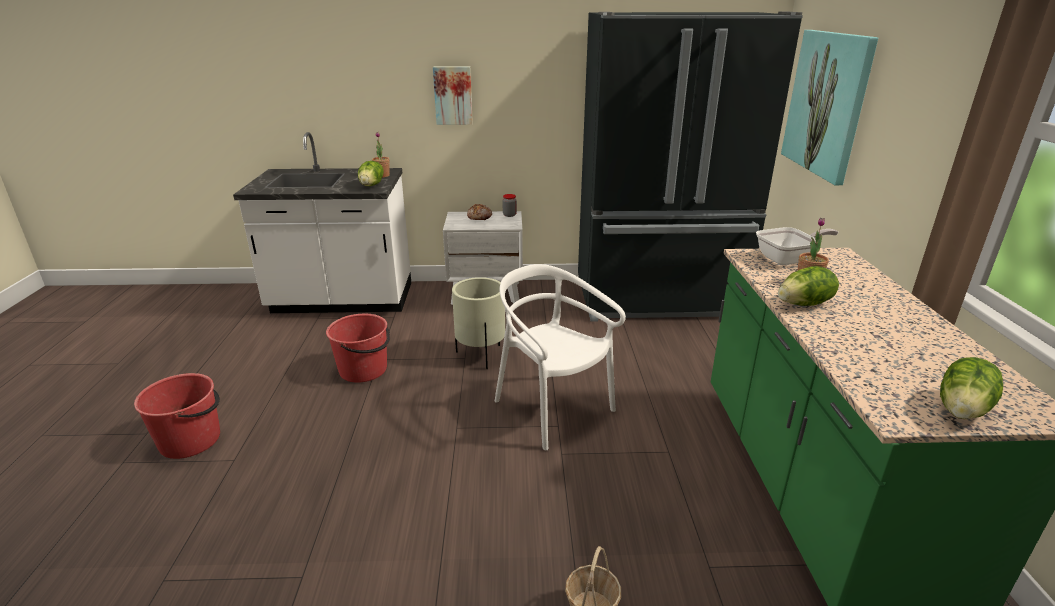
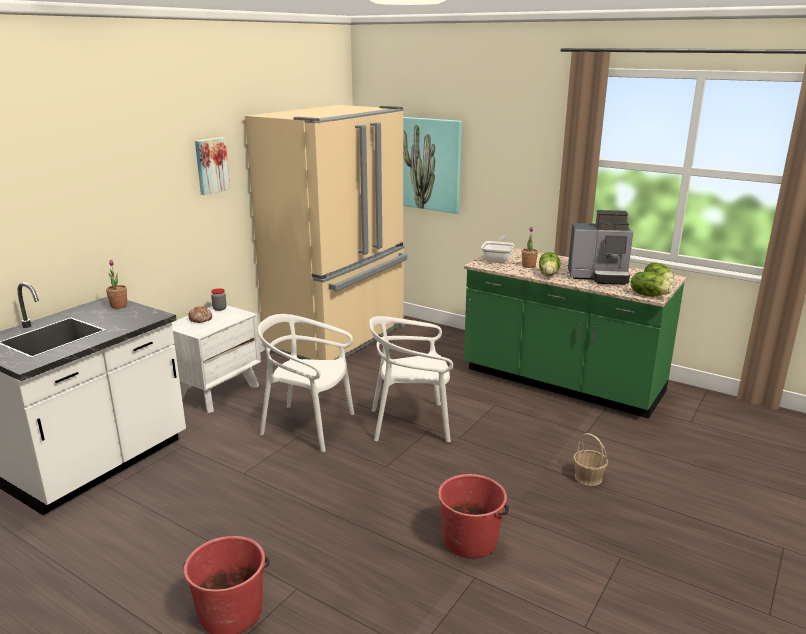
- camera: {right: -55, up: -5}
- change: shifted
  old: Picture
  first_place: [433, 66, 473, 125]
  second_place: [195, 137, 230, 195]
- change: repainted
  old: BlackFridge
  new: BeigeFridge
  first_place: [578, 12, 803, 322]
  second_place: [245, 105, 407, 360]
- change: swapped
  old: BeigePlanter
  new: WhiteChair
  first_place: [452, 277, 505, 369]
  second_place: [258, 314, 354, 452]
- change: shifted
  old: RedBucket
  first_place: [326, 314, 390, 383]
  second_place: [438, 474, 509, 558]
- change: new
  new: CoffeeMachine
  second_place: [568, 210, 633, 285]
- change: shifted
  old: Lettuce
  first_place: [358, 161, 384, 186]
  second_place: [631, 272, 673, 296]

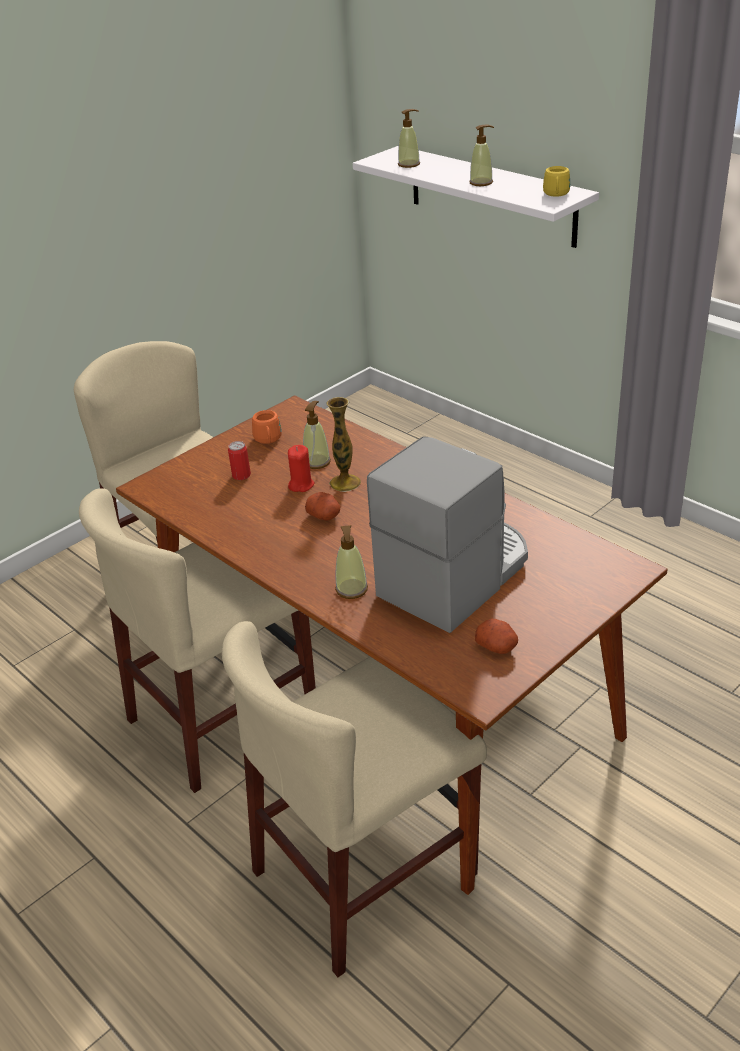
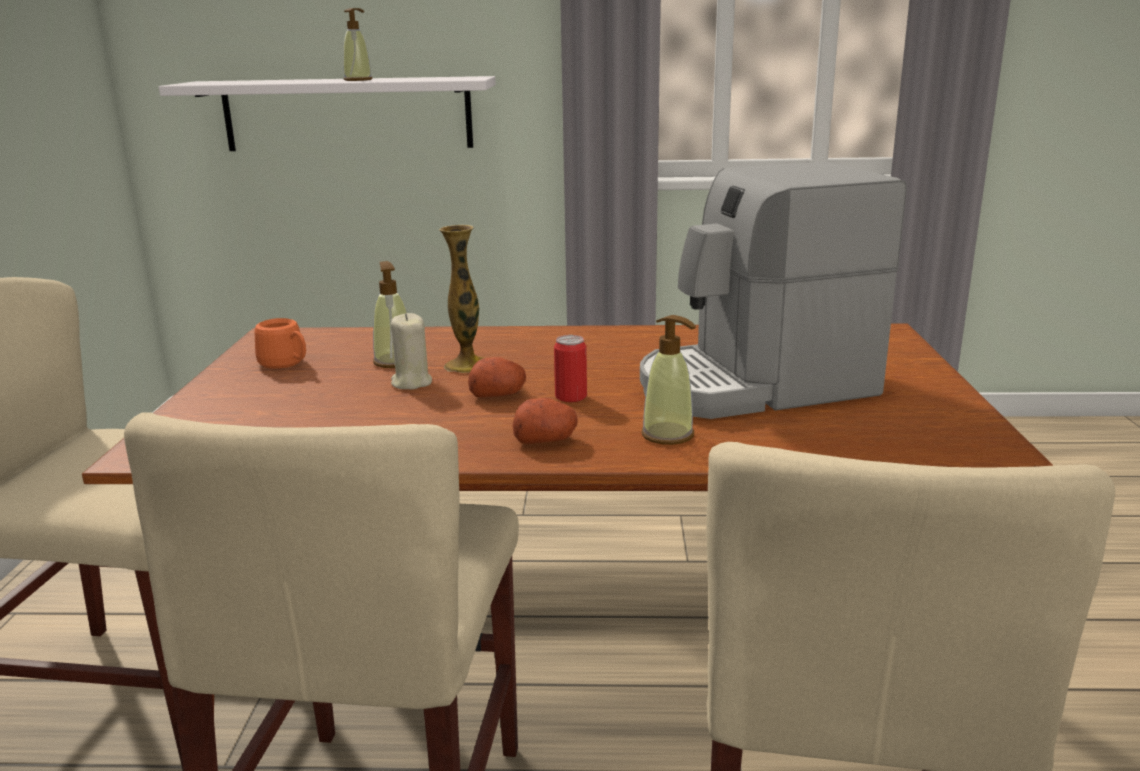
- camera: {right: -45, up: -15}
- change: repainted
  old: RedCandle
  new: BeigeCandle
  first_place: [288, 445, 314, 492]
  second_place: [391, 313, 432, 389]
- change: shifted
  old: Potato
  first_place: [475, 619, 518, 654]
  second_place: [513, 398, 578, 444]
- change: shifted
  old: Can
  first_place: [228, 441, 251, 480]
  second_place: [554, 335, 587, 402]
- change: rotated
  old: CoffeeMachine
  first_place: [367, 436, 528, 633]
  second_place: [640, 162, 907, 419]
  degrees: -105
- change: gone
  old: SoapDispenser
  first_place: [398, 109, 420, 168]
- change: gone
  old: YellowMug
  first_place: [543, 166, 570, 197]

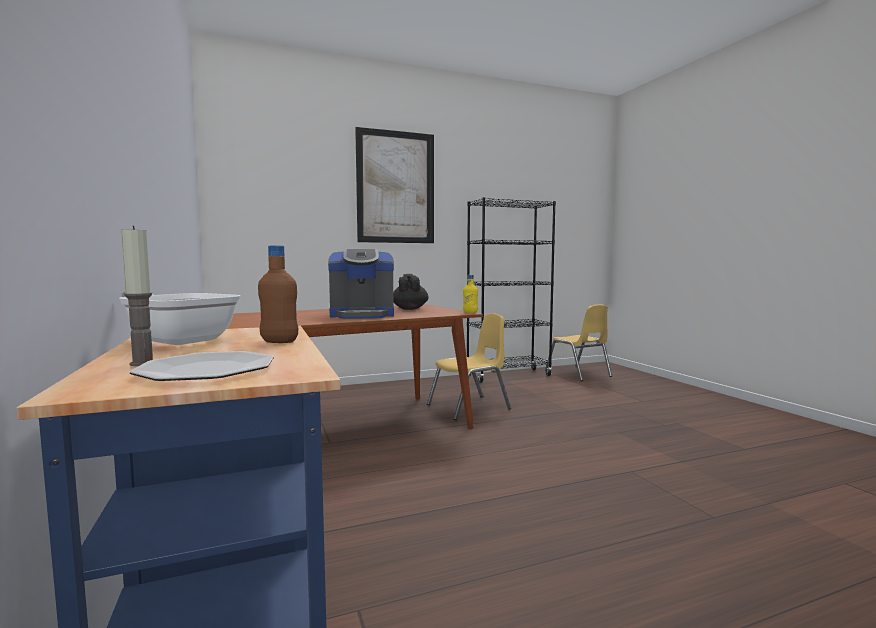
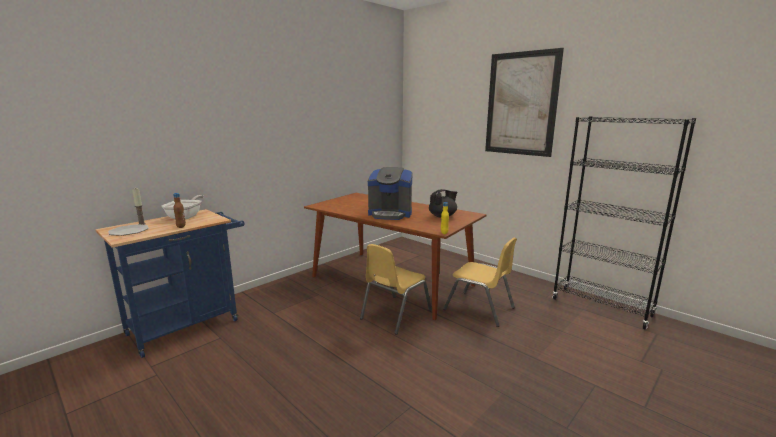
- camera: {right: 65, up: 10}
- change: shifted
  old: YellowChair
  first_place: [545, 304, 612, 381]
  second_place: [360, 244, 432, 335]
- change: rotated
  old: CoffeeMachine
  first_place: [328, 249, 394, 319]
  second_place: [368, 167, 412, 220]
  degrees: -45

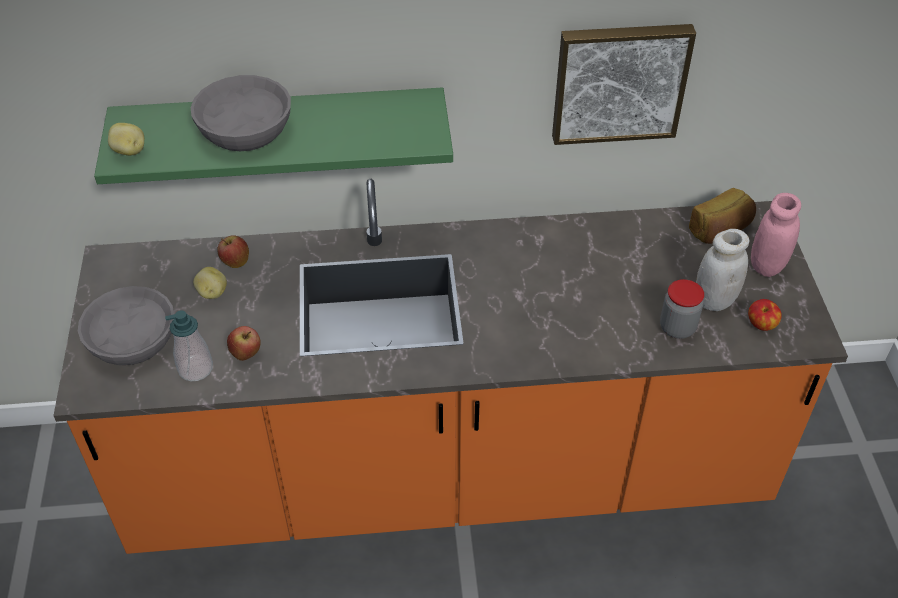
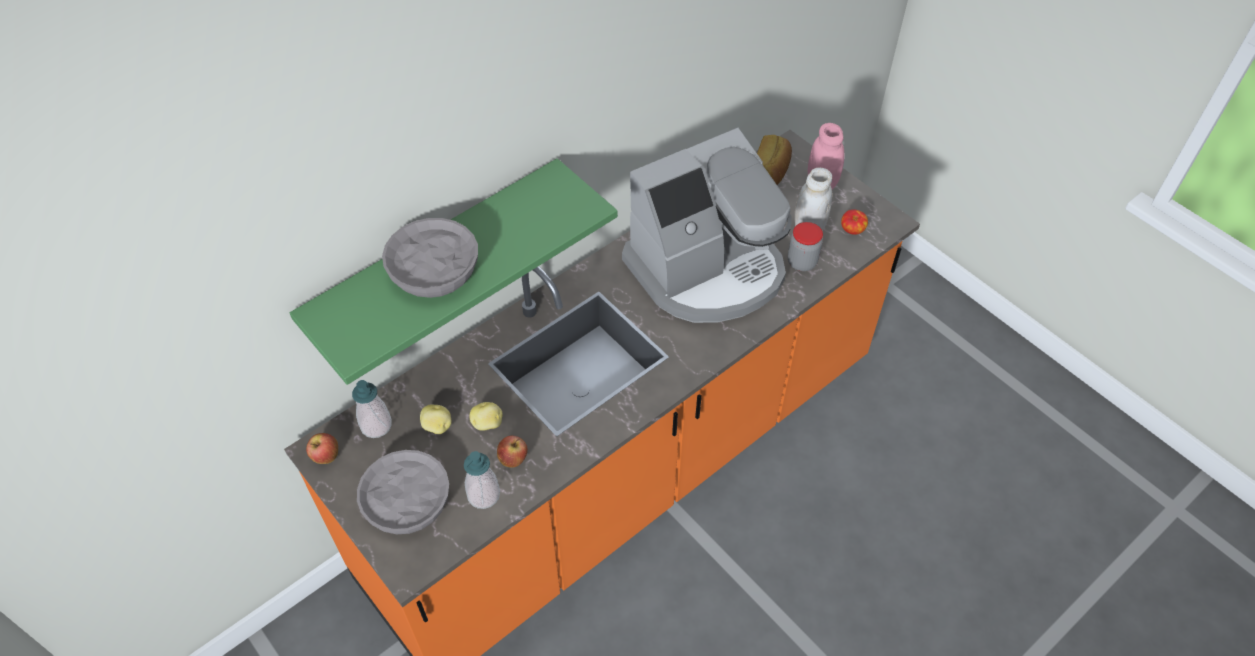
- camera: {right: -35, up: 5}
- change: shifted
  old: Apple
  first_place: [217, 235, 249, 268]
  second_place: [306, 433, 338, 464]
- change: new
  new: SoapDispenser
  second_place: [352, 380, 392, 438]
- change: shifted
  old: Potato
  first_place: [108, 123, 145, 156]
  second_place: [469, 402, 503, 431]
- change: new
  new: CoffeeMachine
  second_place: [622, 128, 792, 323]
- change: gone
  old: Picture
  first_place: [552, 24, 696, 145]

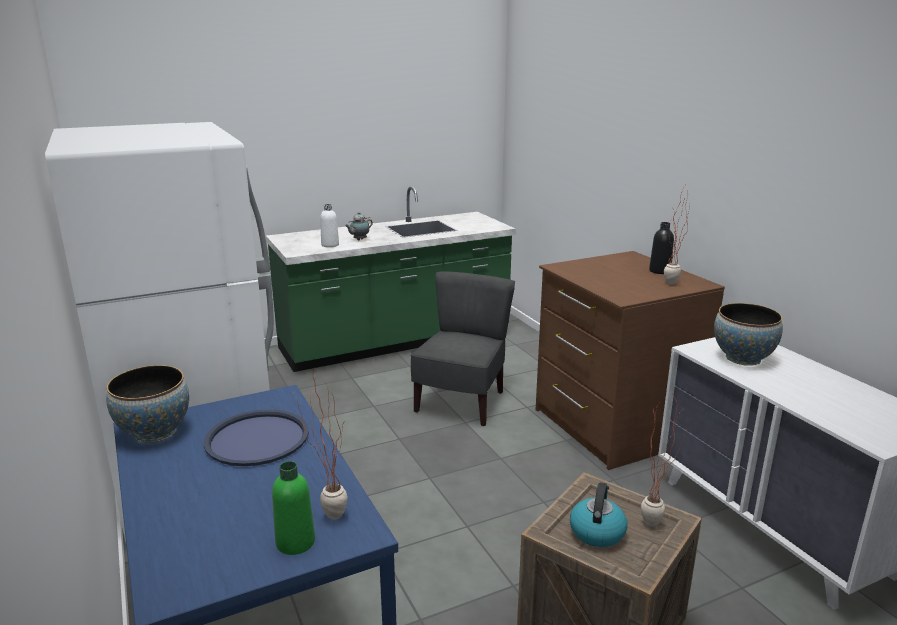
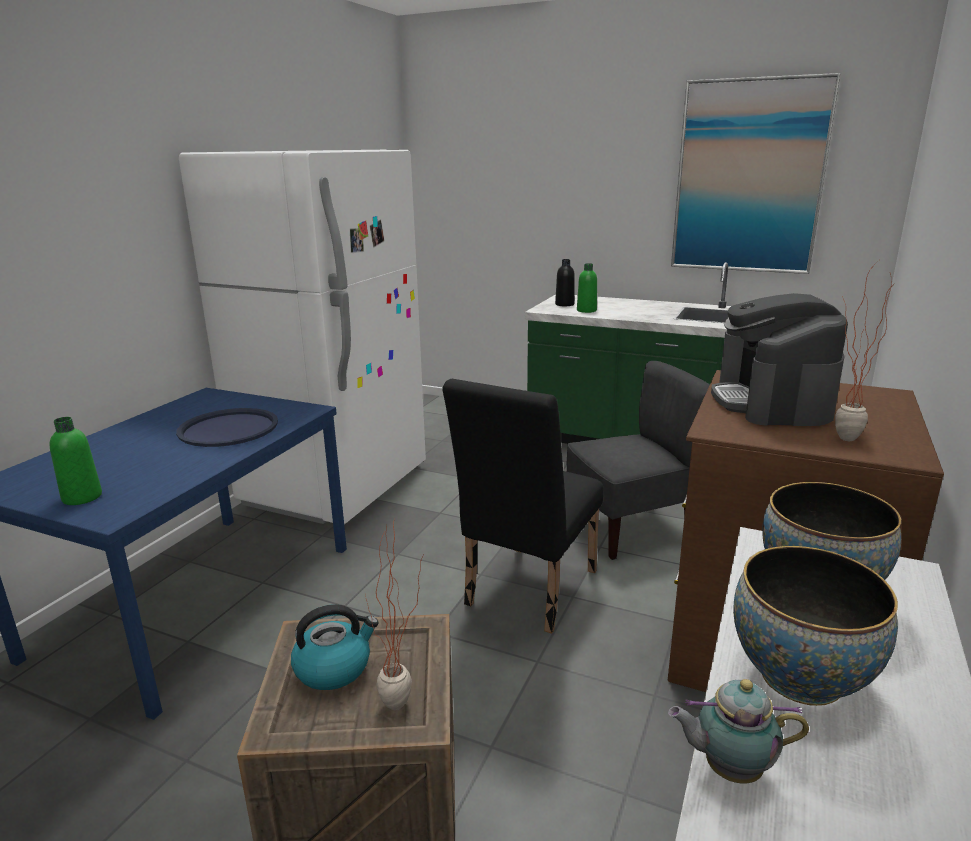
- camera: {right: 50, up: 0}
- change: new
  new: BlackChair
  second_place: [442, 379, 603, 634]
- change: shifted
  old: BlackBottle
  first_place: [649, 222, 674, 274]
  second_place: [555, 259, 575, 306]
- change: repainted
  old: WhiteBottle
  new: GreenBottle
  first_place: [320, 204, 339, 247]
  second_place: [577, 263, 597, 313]
- change: shifted
  old: Teapot
  first_place: [345, 212, 373, 240]
  second_place: [668, 679, 809, 784]
- change: new
  new: Picture
  second_place: [671, 73, 840, 274]
- change: new
  new: CoffeeMachine
  second_place: [711, 293, 848, 426]
- change: shifted
  old: Bowl
  first_place: [106, 365, 189, 443]
  second_place: [733, 546, 898, 706]
- change: gone
  old: PottedPlant
  first_place: [293, 371, 348, 520]

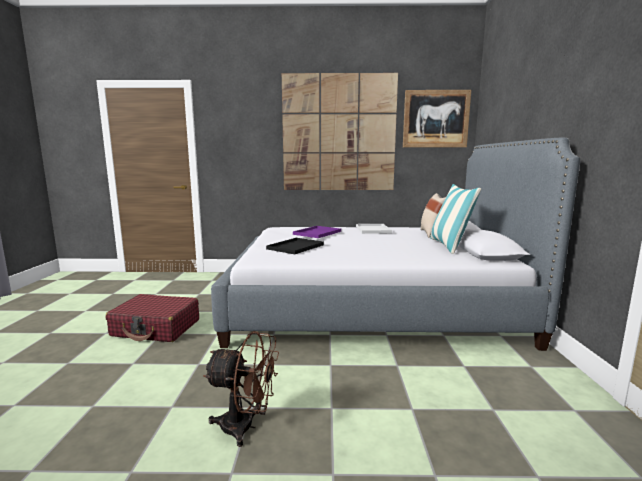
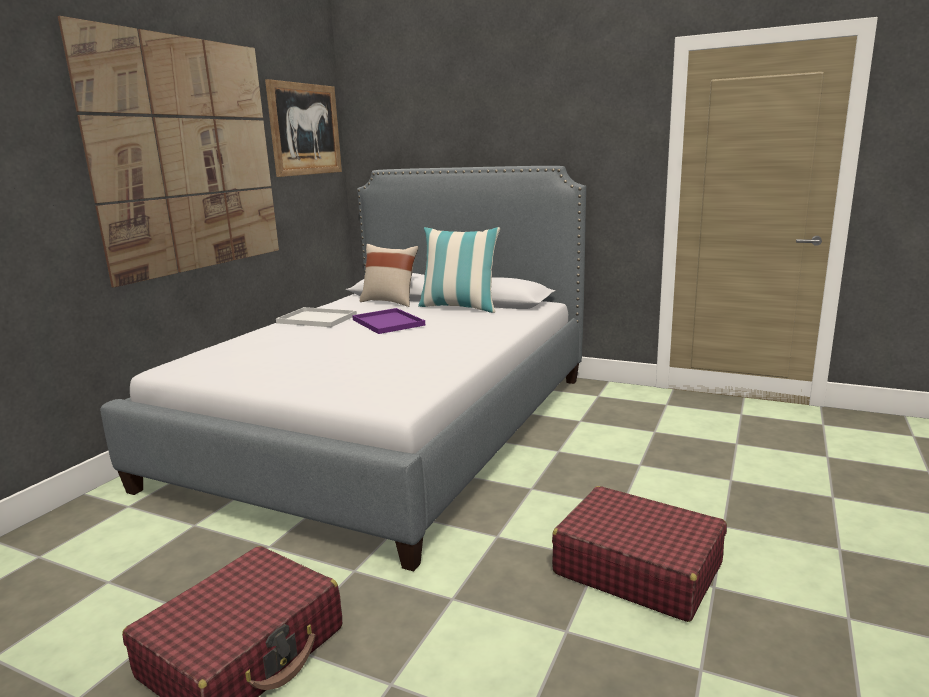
- camera: {right: -65, up: 5}
- change: shifted
  old: PurpleTray
  first_place: [293, 226, 341, 238]
  second_place: [352, 308, 425, 334]
- change: swapped
  old: BrownFan
  new: RedSuitcase
  first_place: [203, 331, 279, 447]
  second_place: [552, 486, 727, 622]
- change: gone
  old: BlackTray
  first_place: [266, 238, 324, 254]

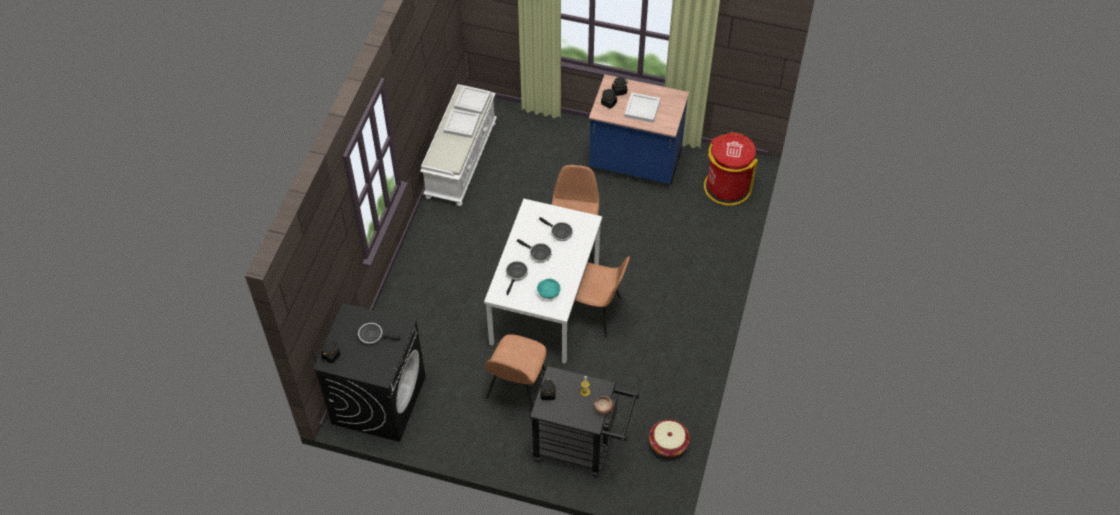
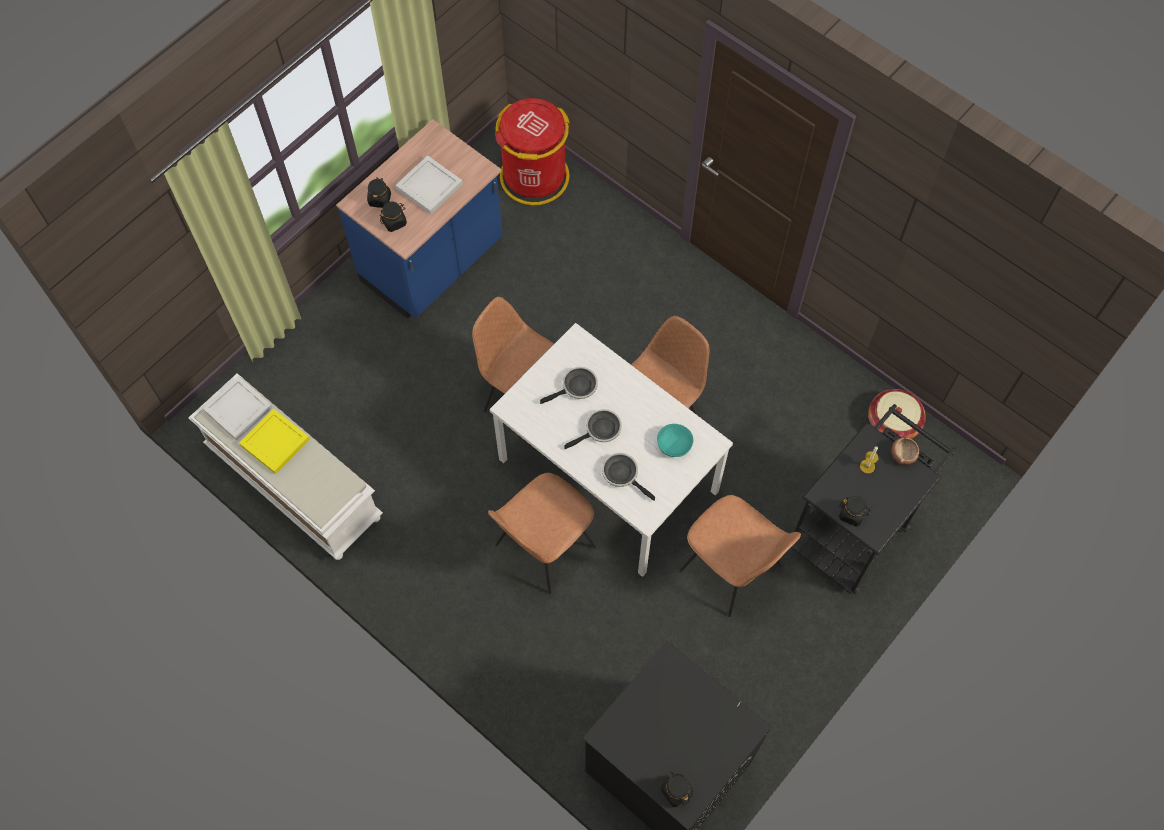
- camera: {right: -65, up: 10}
- change: repainted
  old: WhiteTray
  new: YellowTray
  first_place: [444, 109, 480, 138]
  second_place: [239, 409, 310, 474]
- change: new
  new: BrownChair
  second_place: [488, 473, 597, 594]
- change: gone
  old: FryingPan
  first_place: [358, 323, 401, 344]

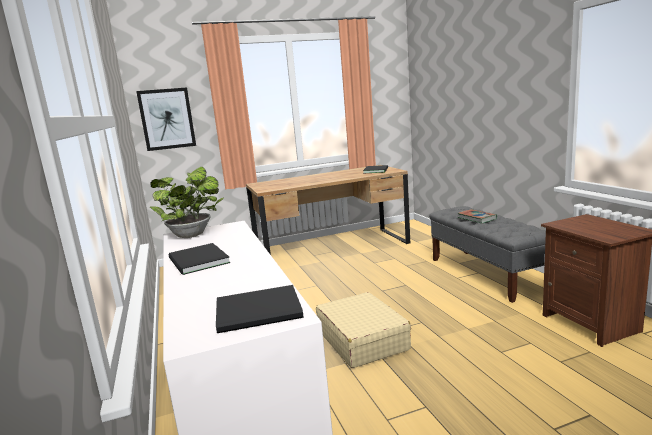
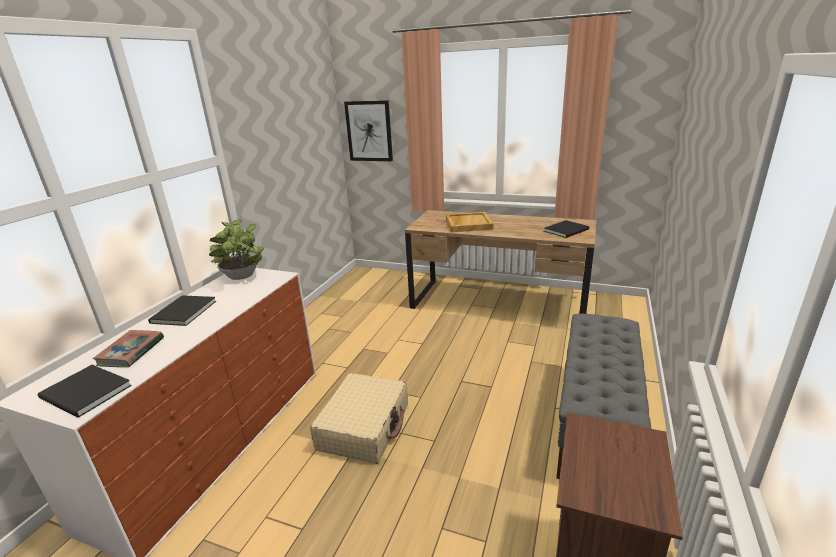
- camera: {right: 40, up: 10}
- change: shifted
  old: Book
  first_place: [457, 209, 497, 224]
  second_place: [93, 330, 164, 367]
- change: new
  new: BeigeTray
  second_place: [446, 212, 494, 232]

